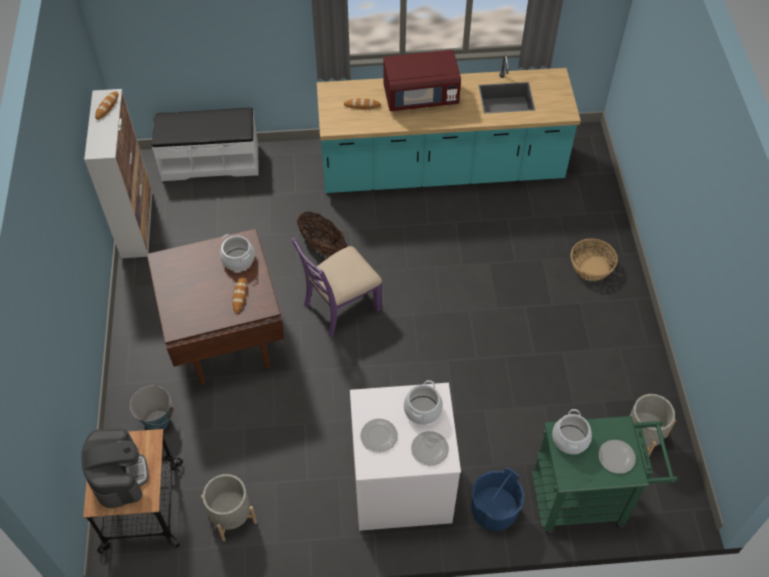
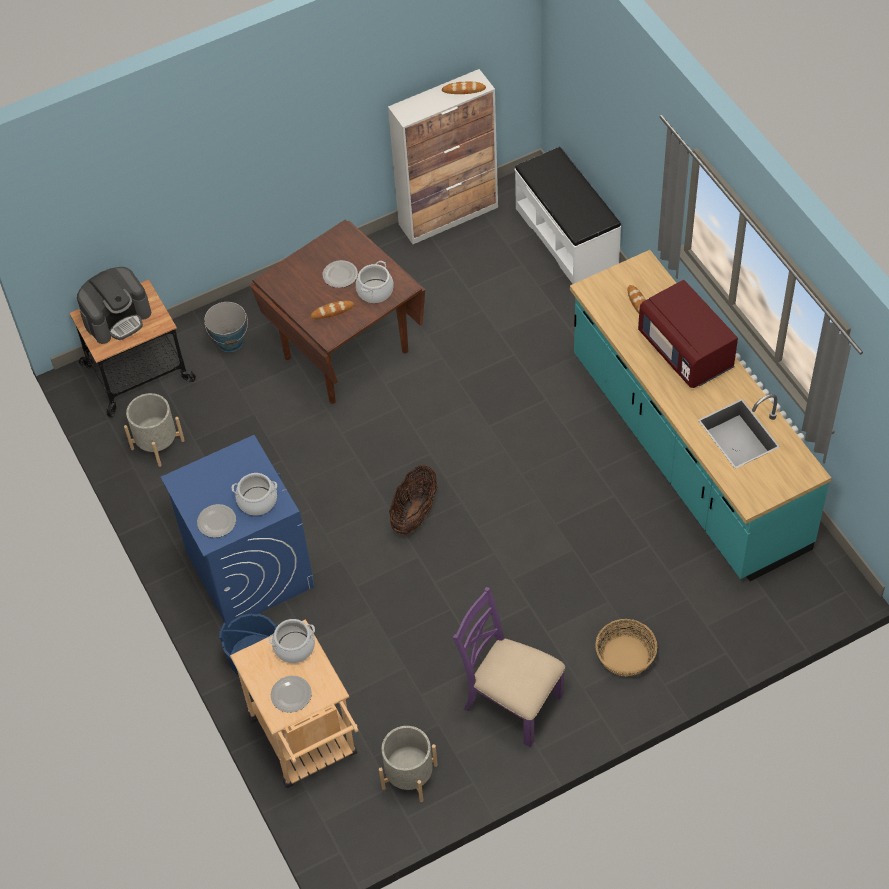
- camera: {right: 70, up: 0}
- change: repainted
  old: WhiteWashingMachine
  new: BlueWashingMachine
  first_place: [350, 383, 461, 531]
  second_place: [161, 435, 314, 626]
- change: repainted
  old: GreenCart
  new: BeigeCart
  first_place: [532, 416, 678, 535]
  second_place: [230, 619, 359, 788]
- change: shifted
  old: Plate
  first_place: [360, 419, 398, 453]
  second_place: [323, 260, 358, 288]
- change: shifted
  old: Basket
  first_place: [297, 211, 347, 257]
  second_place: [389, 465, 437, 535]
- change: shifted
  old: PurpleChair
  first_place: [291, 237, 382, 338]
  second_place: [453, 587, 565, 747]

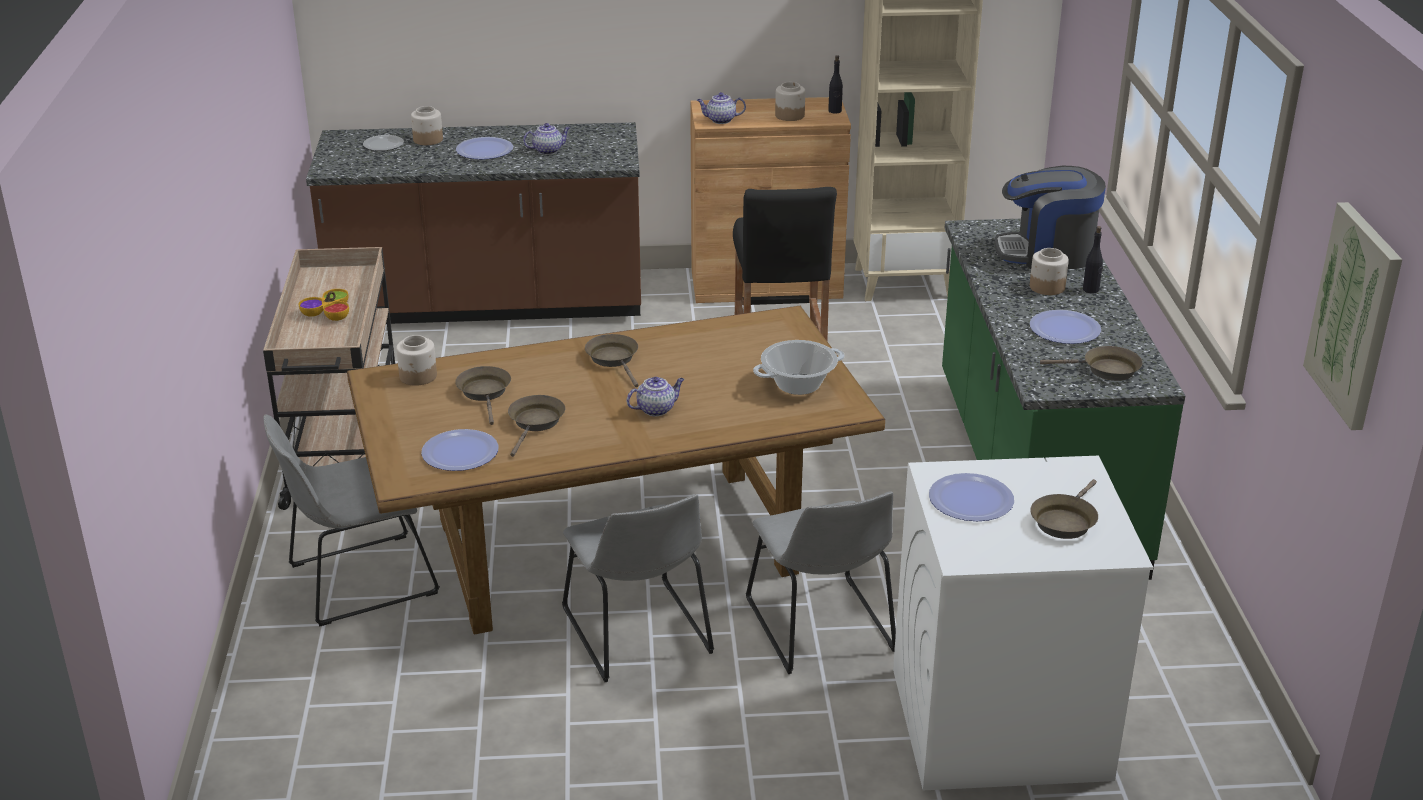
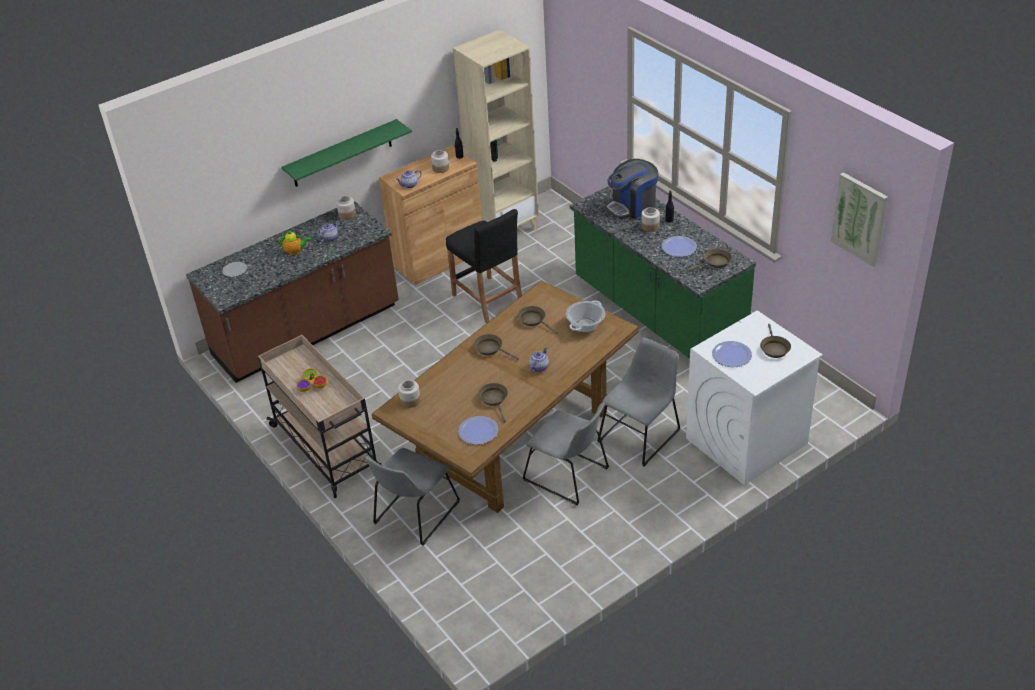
- camera: {right: -30, up: 10}
- change: swapped
  old: Plate
  new: Teapot
  first_place: [456, 137, 513, 159]
  second_place: [278, 230, 311, 255]
- change: new
  new: GreenShelf
  second_place: [282, 119, 412, 187]
- change: shifted
  old: Jar
  first_place: [411, 106, 443, 145]
  second_place: [336, 196, 356, 220]
- change: shifted
  old: BrownFryingPan
  first_place: [455, 366, 511, 425]
  second_place: [517, 306, 558, 334]
- change: rotated
  old: GreyChair
  first_place: [746, 491, 896, 674]
  second_place: [597, 338, 680, 467]
  degrees: -90

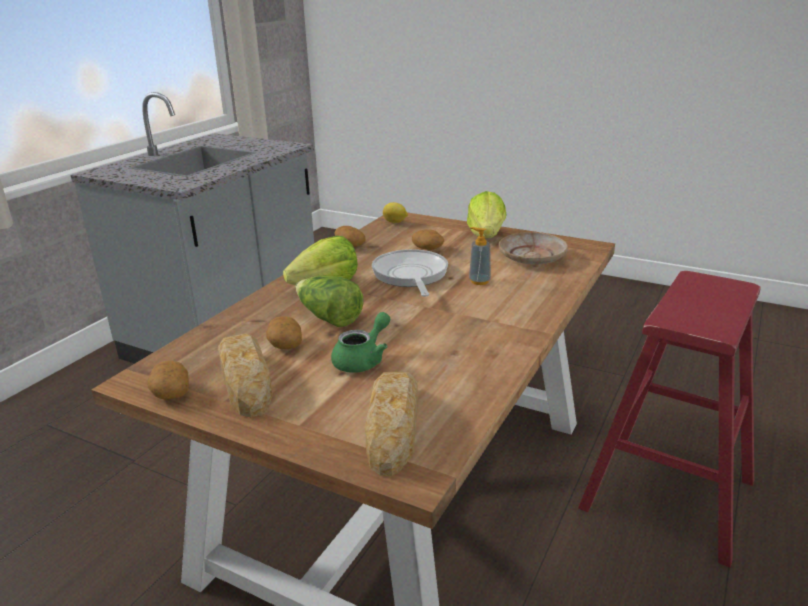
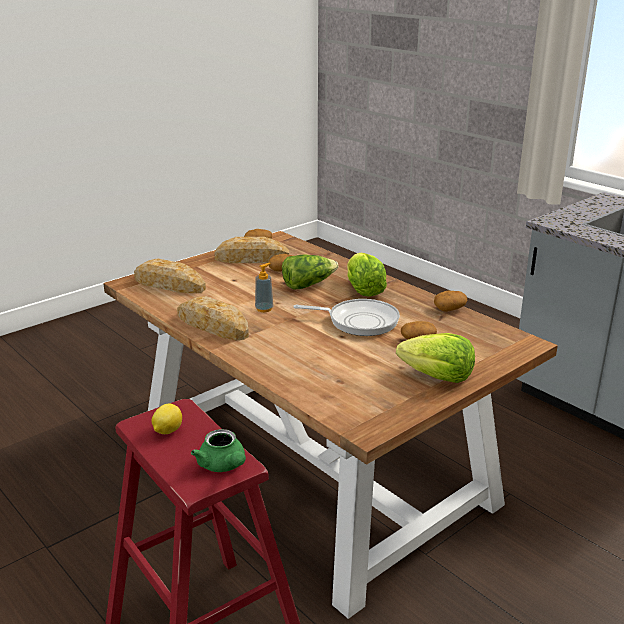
- camera: {right: 110, up: 0}
- change: shifted
  old: Lemon
  first_place: [383, 202, 408, 223]
  second_place: [152, 403, 182, 434]
- change: new
  new: Bread
  second_place: [177, 296, 249, 340]
- change: shifted
  old: GreenTeapot
  first_place: [331, 312, 390, 373]
  second_place: [191, 429, 246, 472]
- change: shifted
  old: SoapDispenser
  first_place: [469, 227, 491, 285]
  second_place: [255, 263, 273, 312]
- change: gone
  old: BeigePlate
  first_place: [499, 232, 568, 265]

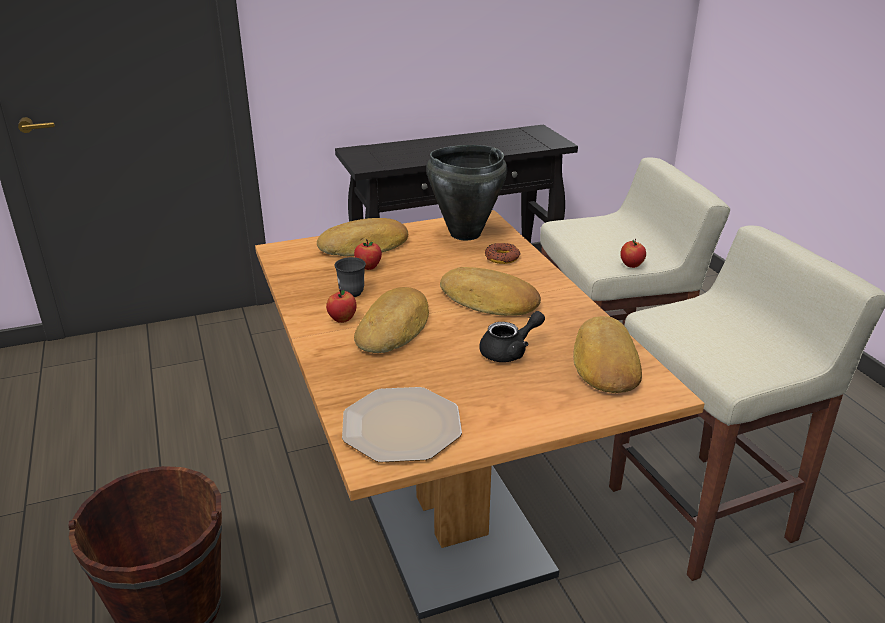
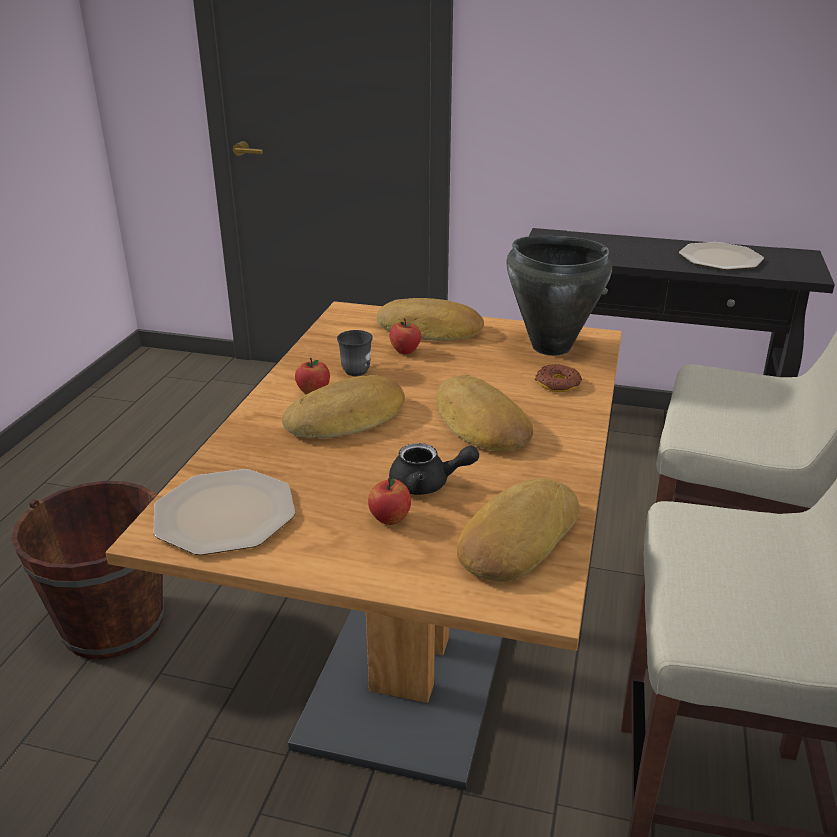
- camera: {right: 35, up: 0}
- change: shifted
  old: Apple
  first_place: [620, 239, 646, 268]
  second_place: [368, 478, 411, 525]
- change: new
  new: Plate
  second_place: [679, 242, 764, 270]

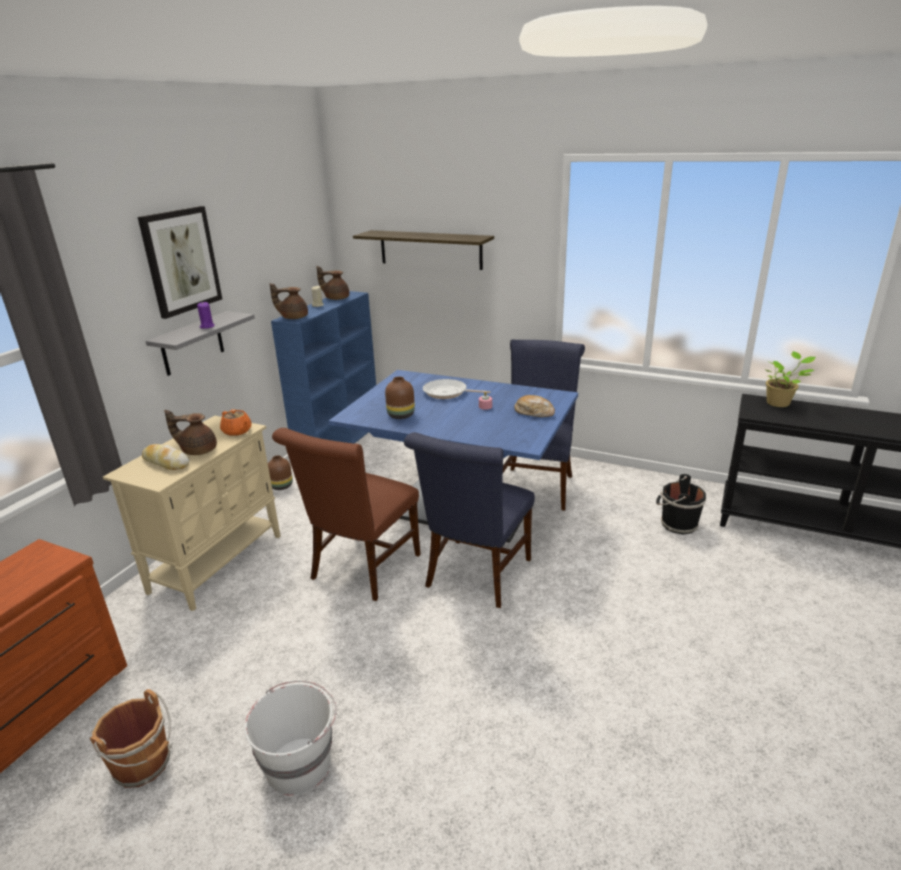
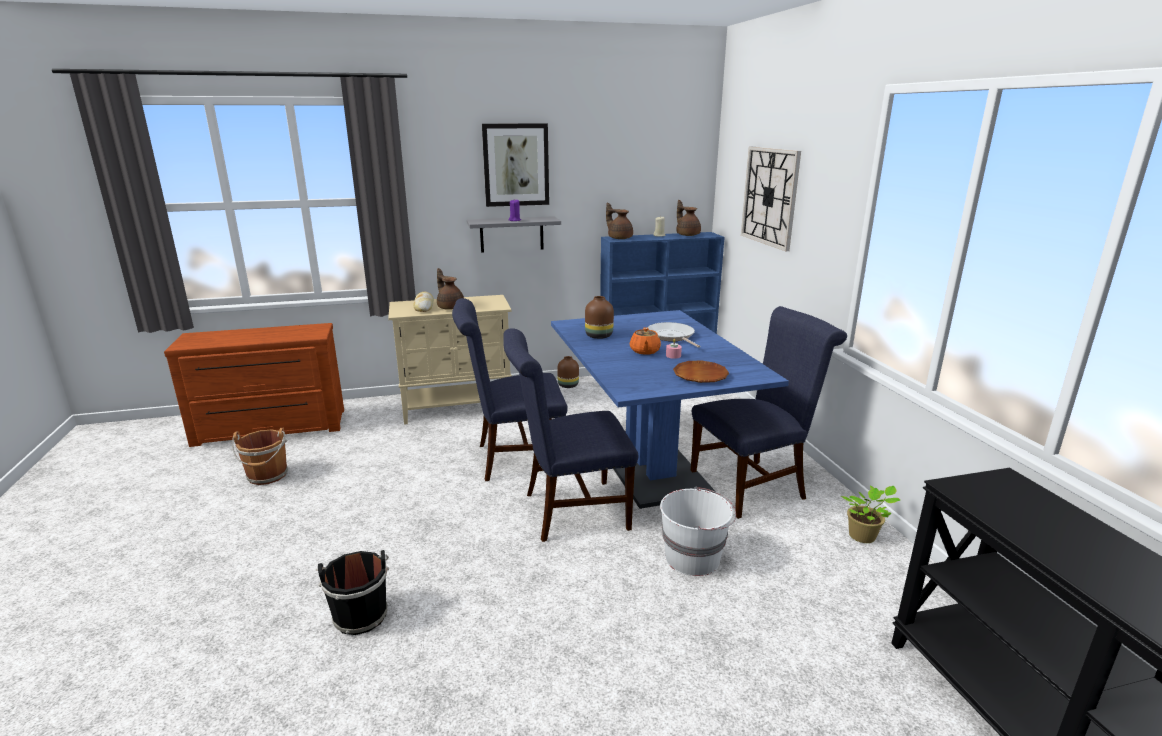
- camera: {right: 50, up: -5}
- change: shifted
  old: BlackBucket
  first_place: [656, 474, 706, 534]
  second_place: [316, 550, 389, 635]
- change: repainted
  old: BrownChair
  new: BlueChair
  first_place: [272, 428, 421, 601]
  second_place: [452, 298, 568, 481]
- change: shifted
  old: OrangeTeapot
  first_place: [220, 409, 252, 436]
  second_place: [630, 327, 661, 355]
- change: shifted
  old: WhiteBucket
  first_place: [245, 681, 337, 796]
  second_place: [660, 487, 736, 576]
- change: swapped
  old: Bread
  new: BrownPlate
  first_place: [514, 395, 555, 417]
  second_place: [673, 361, 729, 383]
- change: swapped
  old: Shelf
  new: WallClock
  first_place: [353, 230, 494, 270]
  second_place: [741, 147, 801, 251]
- change: shifted
  old: PottedPlant
  first_place: [766, 351, 816, 407]
  second_place: [841, 485, 900, 543]

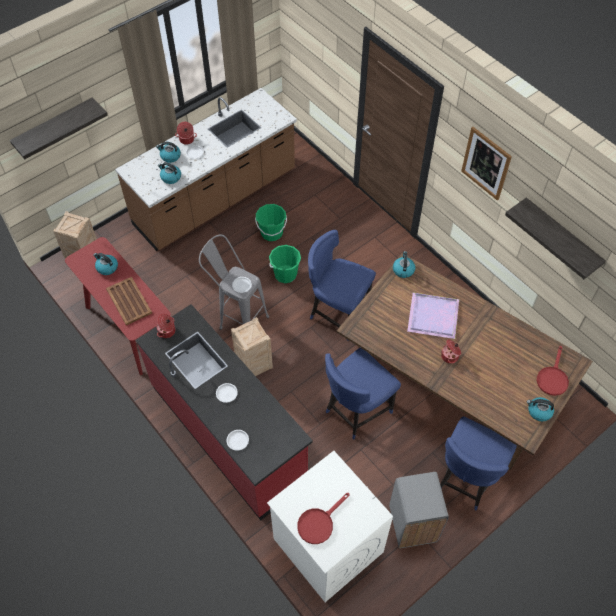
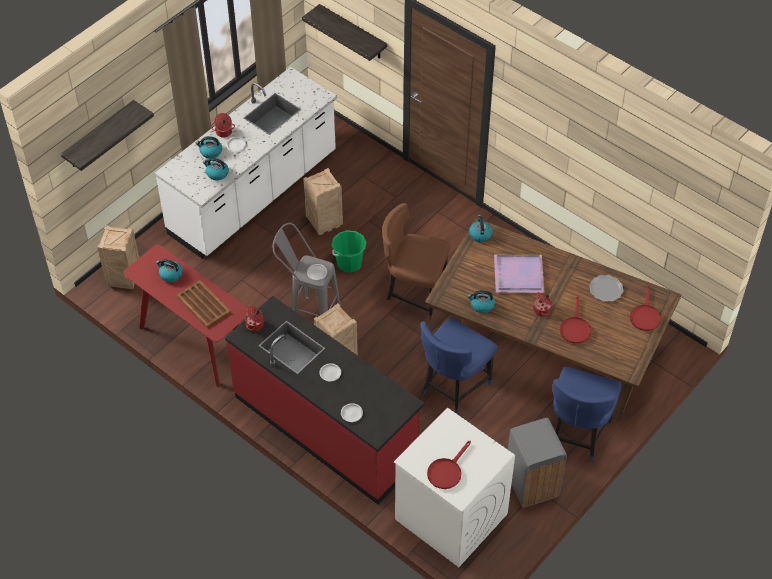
- camera: {right: -10, up: -5}
- change: repainted
  old: BrownCounter
  new: WhiteCounter
  first_place: [115, 88, 297, 251]
  second_place: [155, 67, 337, 258]
- change: shifted
  old: Shelf
  first_place: [505, 198, 606, 279]
  second_place: [302, 4, 387, 61]
- change: swapped
  old: GreenBucket
  new: Crate
  first_place: [255, 204, 287, 241]
  second_place: [303, 168, 343, 235]
- change: repainted
  old: BlueChair
  new: BrownChair
  first_place: [308, 230, 376, 341]
  second_place: [382, 203, 451, 321]
- change: shifted
  old: Kettle
  first_place: [527, 397, 554, 421]
  second_place: [467, 290, 495, 313]
- change: new
  new: RedFryingPan
  second_place: [560, 296, 591, 344]
- change: new
  new: Plate
  second_place: [589, 275, 624, 302]
- change: gone
  old: Picture
  first_place: [461, 127, 512, 201]

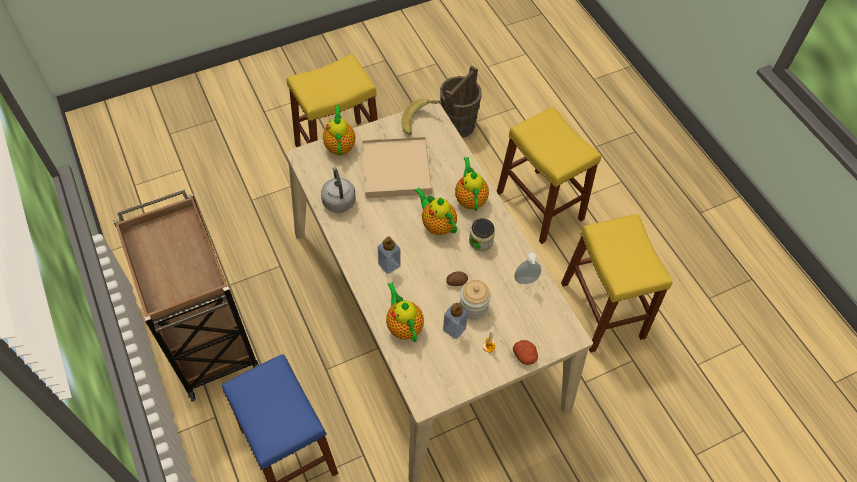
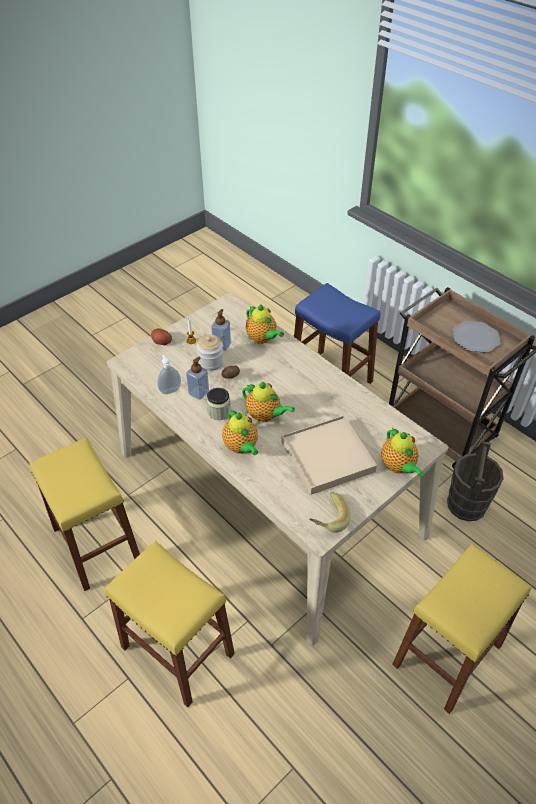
- camera: {right: 165, up: -10}
- change: shifted
  old: SoapDispenser
  first_place: [378, 237, 401, 274]
  second_place: [186, 357, 209, 400]
- change: shifted
  old: BrownBucket
  first_place: [440, 66, 482, 138]
  second_place: [447, 441, 504, 521]
- change: new
  new: Plate
  second_place: [453, 321, 500, 353]
- change: gone
  old: GreyKettle
  first_place: [321, 167, 356, 213]

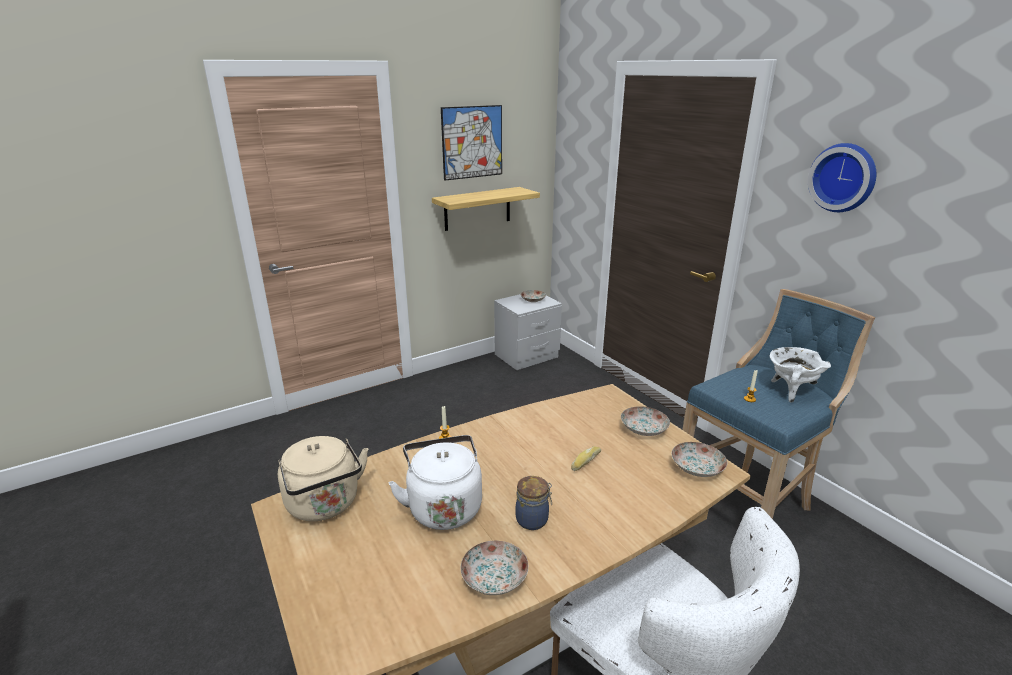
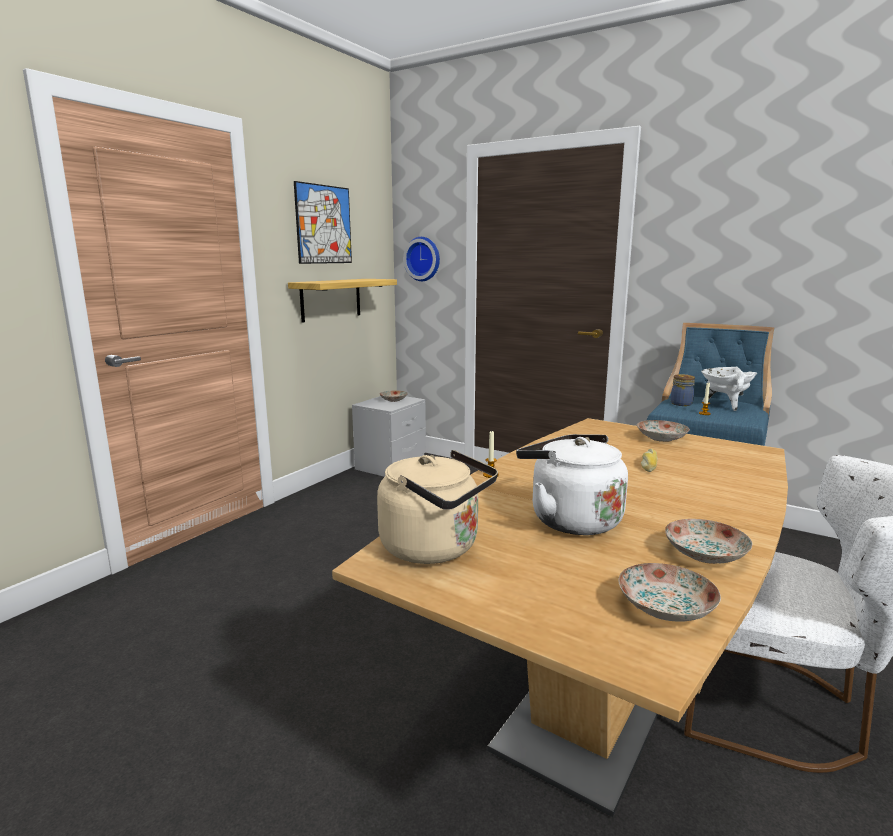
- camera: {right: -25, up: -10}
- change: shifted
  old: WallClock
  first_place: [808, 143, 876, 212]
  second_place: [403, 237, 440, 281]
- change: shifted
  old: Plate
  first_place: [671, 442, 727, 477]
  second_place: [618, 563, 721, 622]
- change: shifted
  old: Jar
  first_place: [516, 476, 552, 530]
  second_place: [671, 374, 695, 406]

